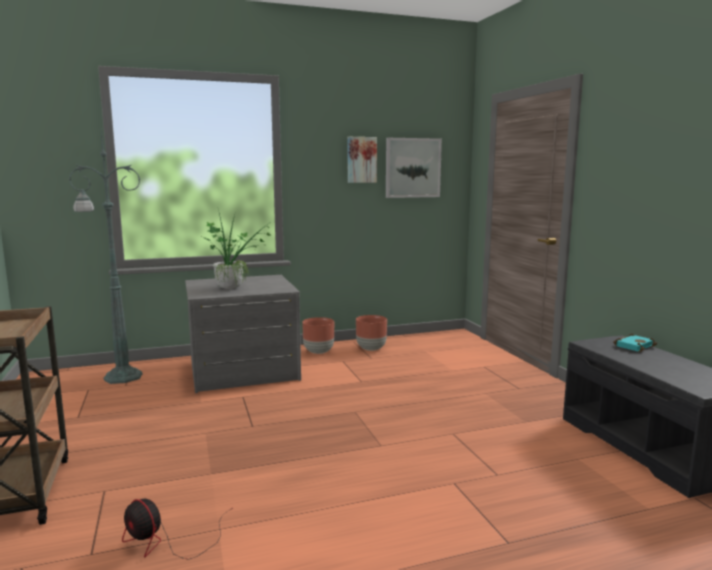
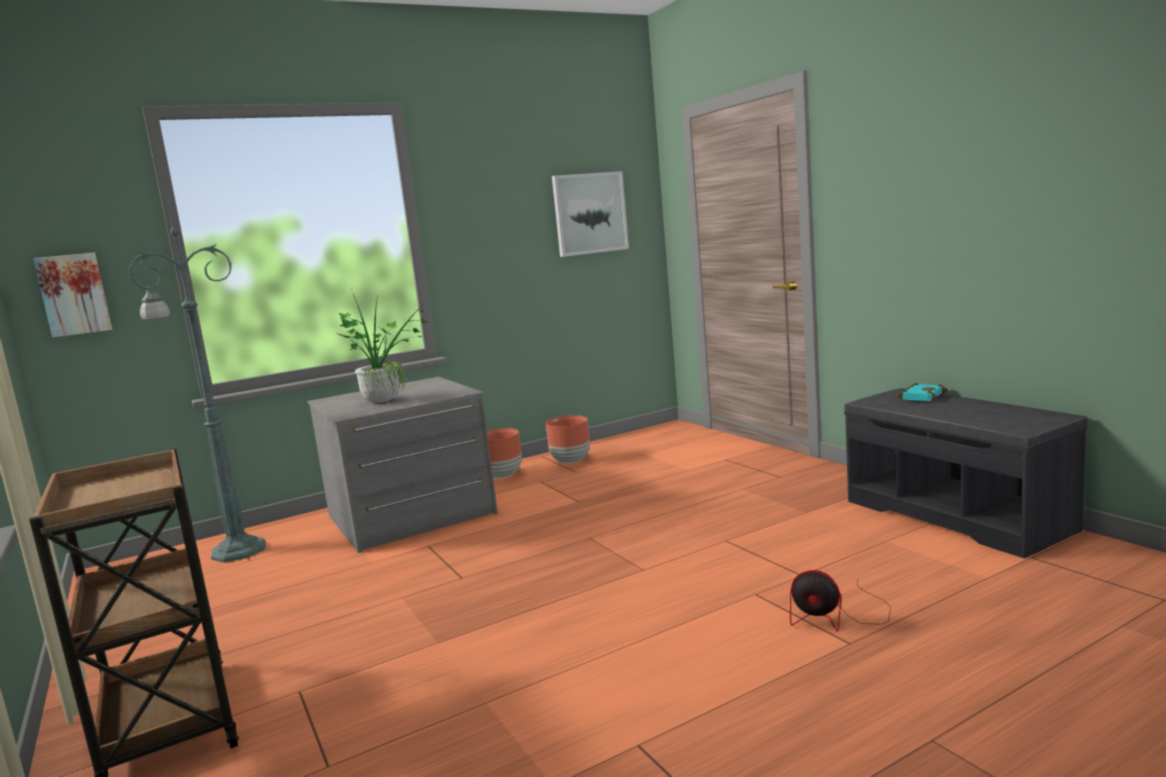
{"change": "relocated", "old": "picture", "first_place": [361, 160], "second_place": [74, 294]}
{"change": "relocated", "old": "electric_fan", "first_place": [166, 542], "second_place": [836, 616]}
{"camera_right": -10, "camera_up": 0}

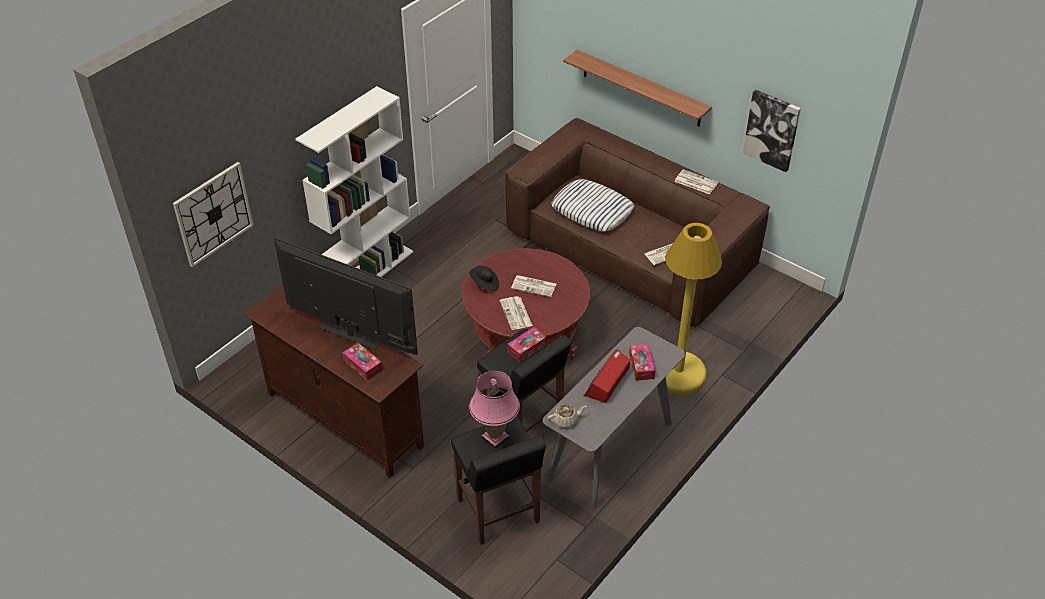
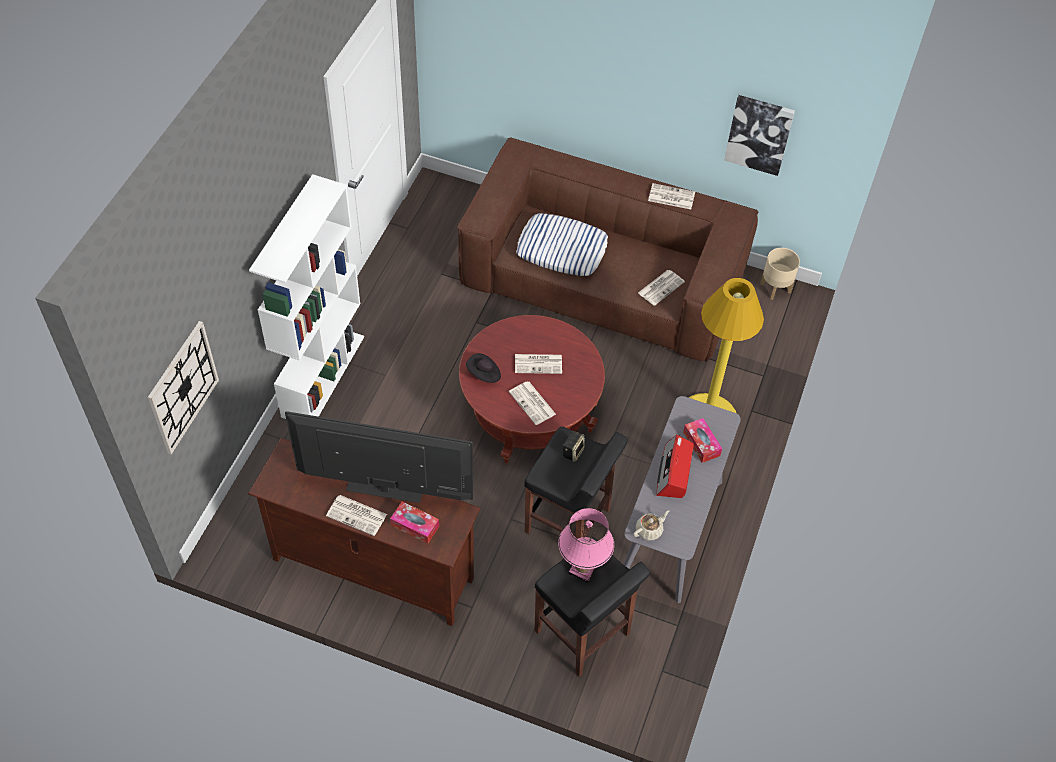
{"change": "appeared", "new": "printed_paper", "second_place": [357, 515]}
{"change": "exchanged", "old": "tissue_box", "new": "loudspeaker", "first_place": [527, 348], "second_place": [573, 451]}
{"change": "appeared", "new": "beige_flower_pot", "second_place": [775, 288]}
{"change": "missing", "old": "wall_shelf", "first_place": [641, 89]}
{"camera_right": -20, "camera_up": 10}

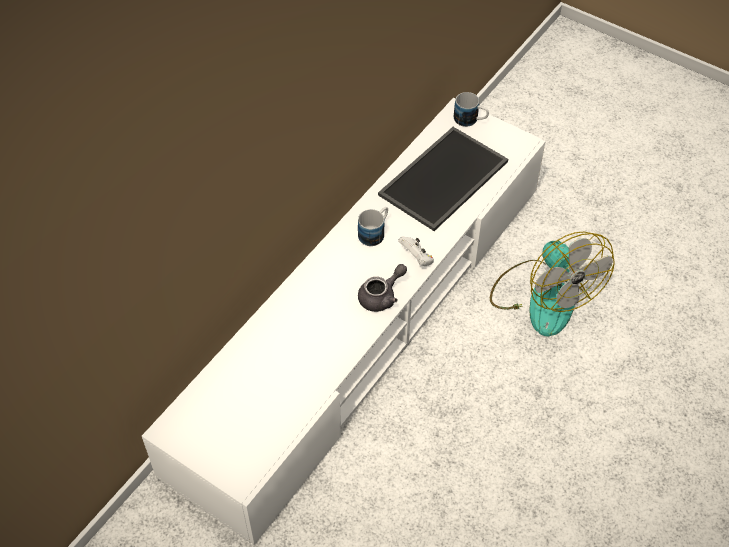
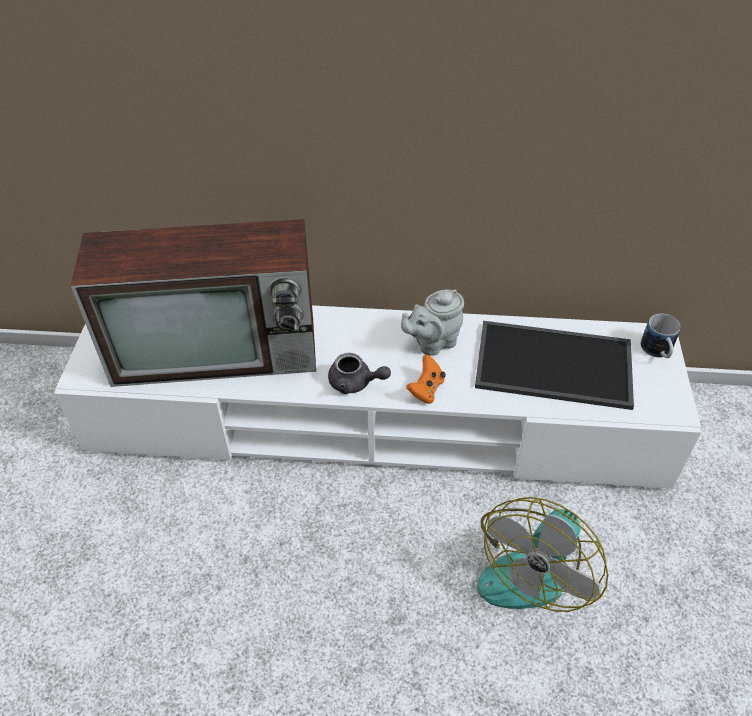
{"change": "appeared", "new": "television", "second_place": [220, 351]}
{"change": "exchanged", "old": "tea_mug", "new": "gray_pot_for_tea", "first_place": [375, 232], "second_place": [432, 343]}
{"change": "colour", "old": "whitish_gamepad", "new": "orange-coloured_gamepad", "first_place": [417, 258], "second_place": [426, 389]}
{"camera_right": 60, "camera_up": -5}

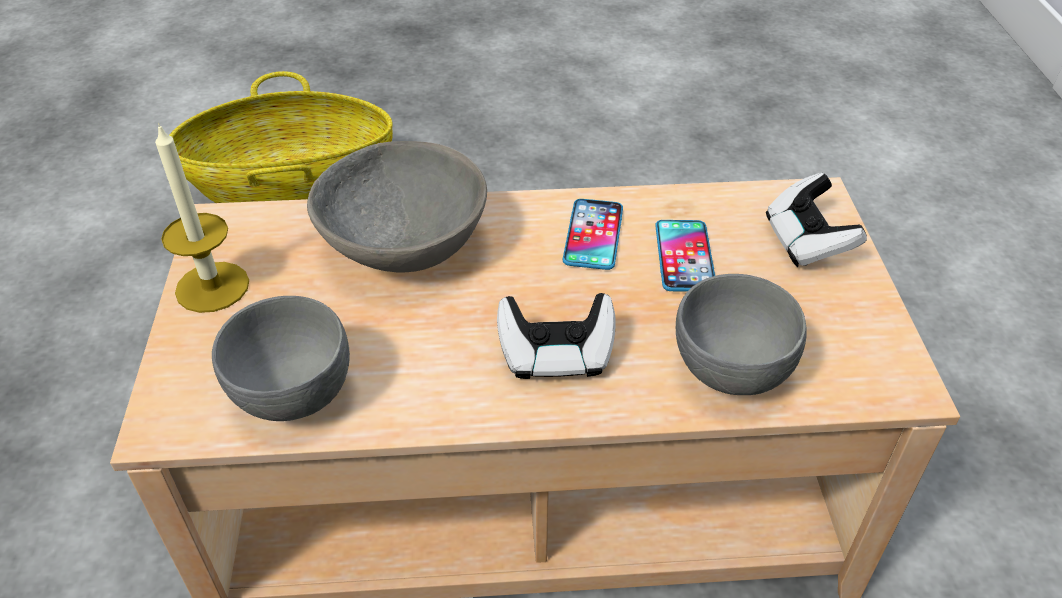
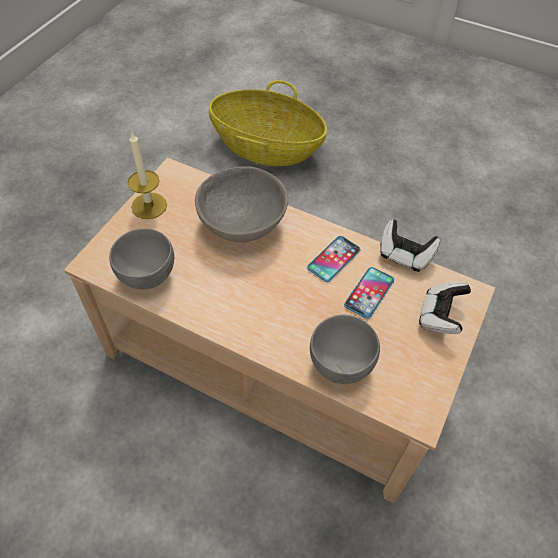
{"change": "relocated", "old": "gamepad", "first_place": [556, 356], "second_place": [405, 255]}
{"camera_right": 30, "camera_up": 10}

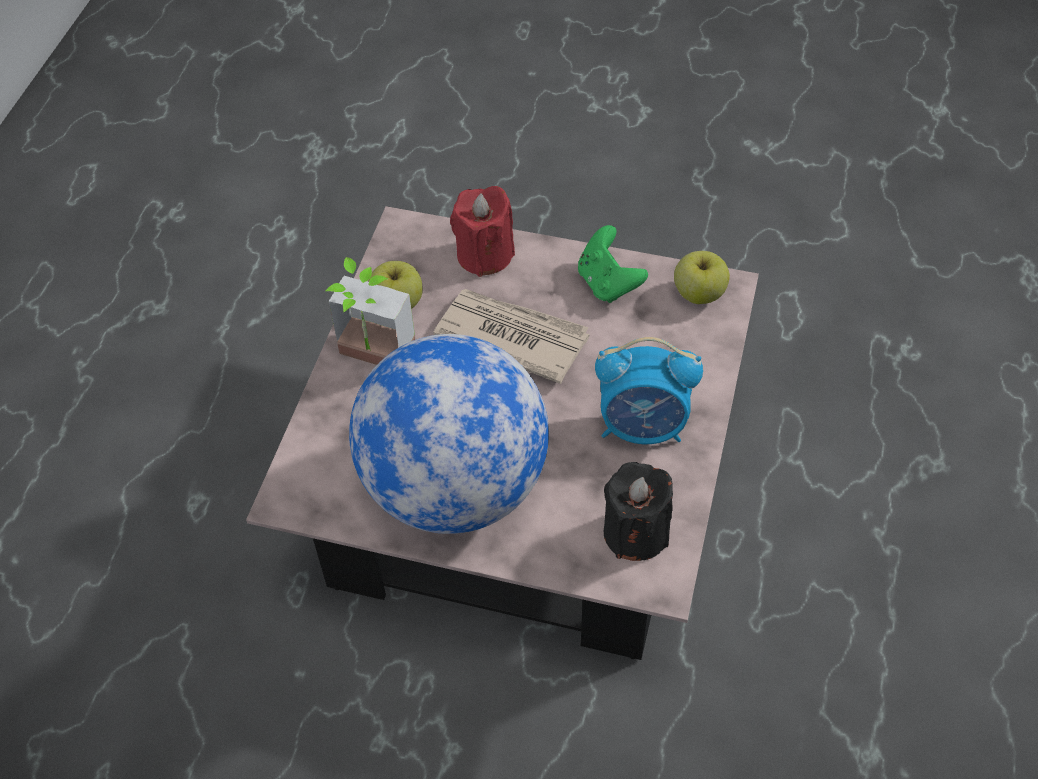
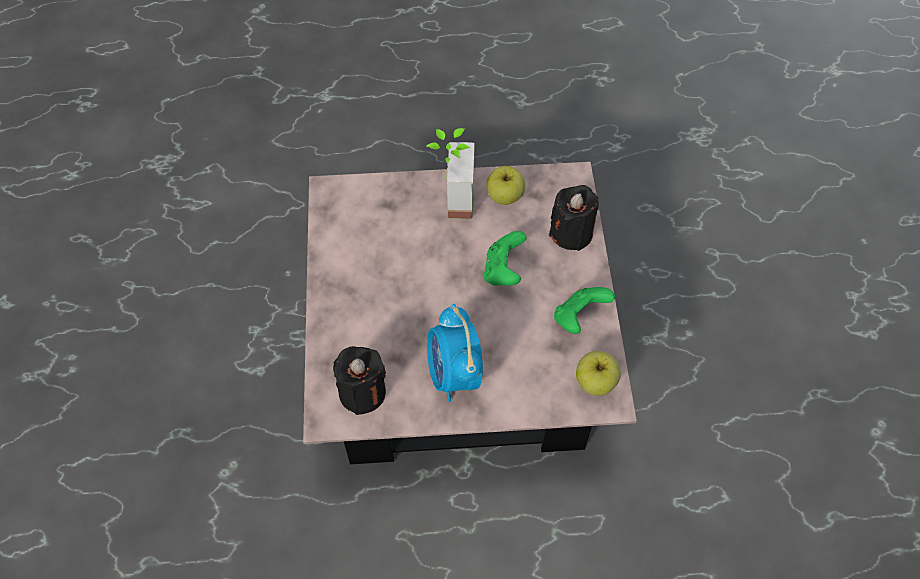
{"change": "exchanged", "old": "printed_paper", "new": "green_gamepad", "first_place": [511, 336], "second_place": [503, 271]}
{"change": "colour", "old": "reddish_wax_candle", "new": "black_wax_candle", "first_place": [484, 255], "second_place": [571, 233]}
{"change": "missing", "old": "world_globe", "first_place": [455, 487]}
{"camera_right": 70, "camera_up": 5}

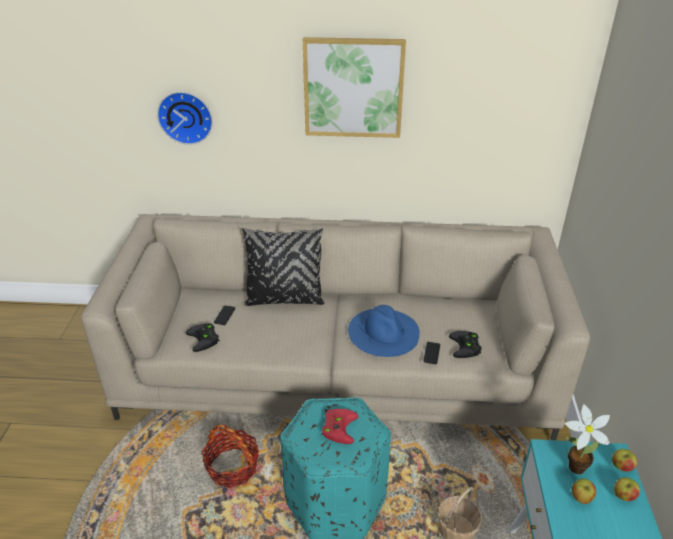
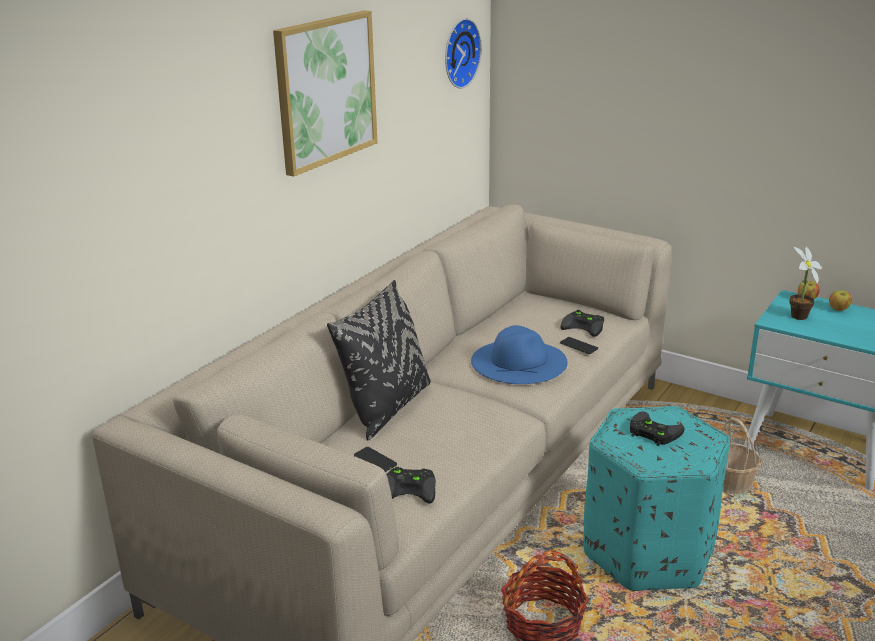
{"change": "relocated", "old": "hanging_clock", "first_place": [186, 116], "second_place": [458, 53]}
{"change": "colour", "old": "reddish_gamepad", "new": "black_gamepad", "first_place": [338, 426], "second_place": [652, 432]}
{"change": "missing", "old": "apple_fruit", "first_place": [581, 498]}
{"camera_right": -60, "camera_up": -10}

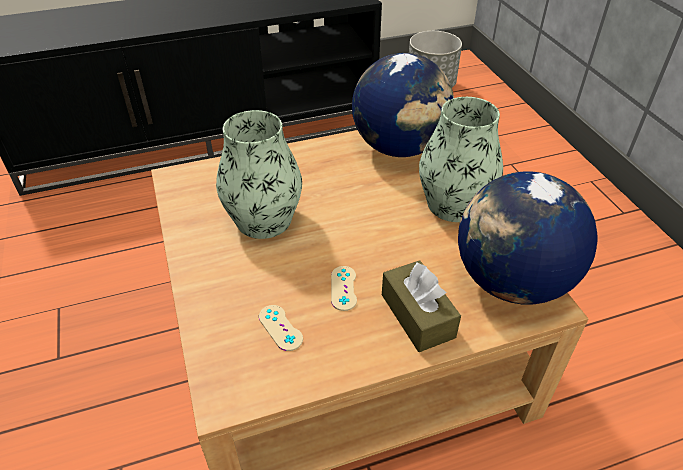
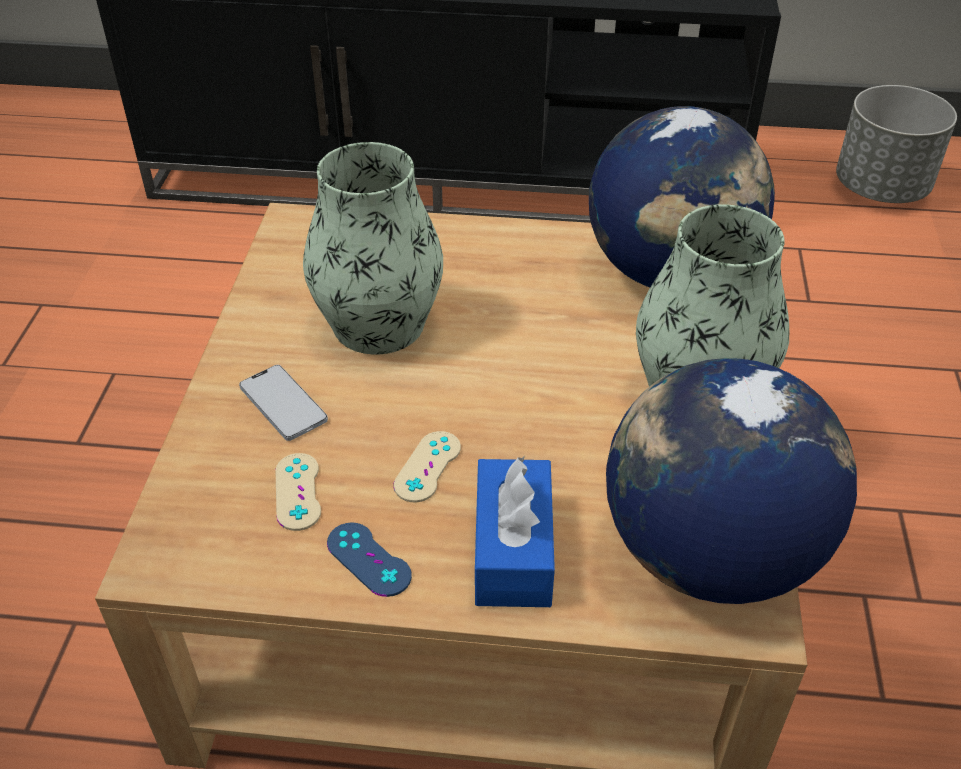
{"change": "appeared", "new": "handset", "second_place": [283, 404]}
{"change": "appeared", "new": "blue-coloured_gamepad", "second_place": [369, 559]}
{"change": "colour", "old": "brown_tissue_box", "new": "blue-coloured_tissue_box", "first_place": [417, 315], "second_place": [513, 550]}
{"camera_right": 25, "camera_up": 0}

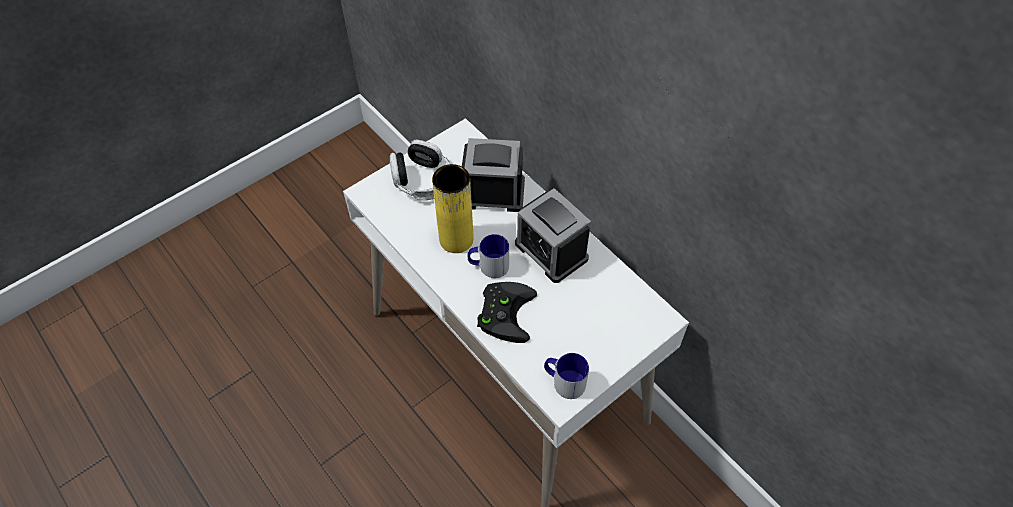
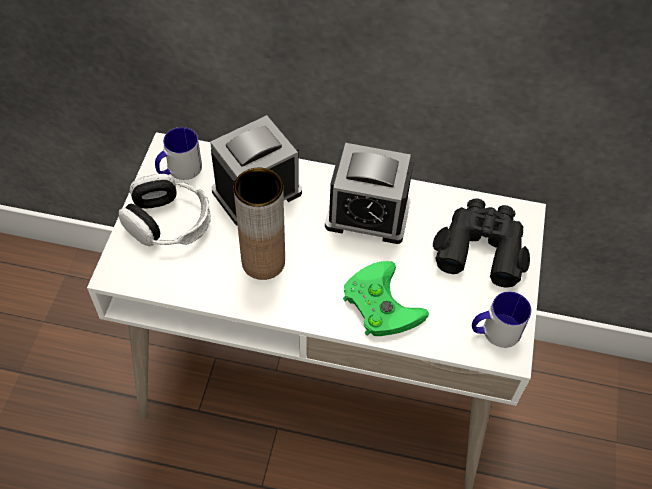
{"change": "relocated", "old": "tea_mug", "first_place": [488, 266], "second_place": [179, 170]}
{"change": "colour", "old": "yellow-coloured_flower_vase", "new": "brown_flower_vase", "first_place": [456, 239], "second_place": [263, 262]}
{"change": "colour", "old": "black_gamepad", "new": "green_gamepad", "first_place": [504, 311], "second_place": [378, 303]}
{"change": "appeared", "new": "black_field_glasses", "second_place": [481, 247]}
{"camera_right": -40, "camera_up": 0}

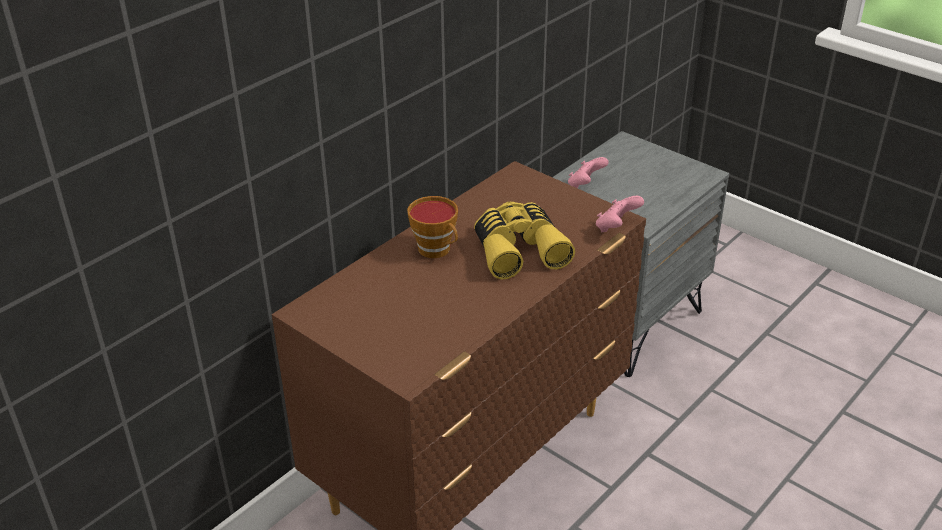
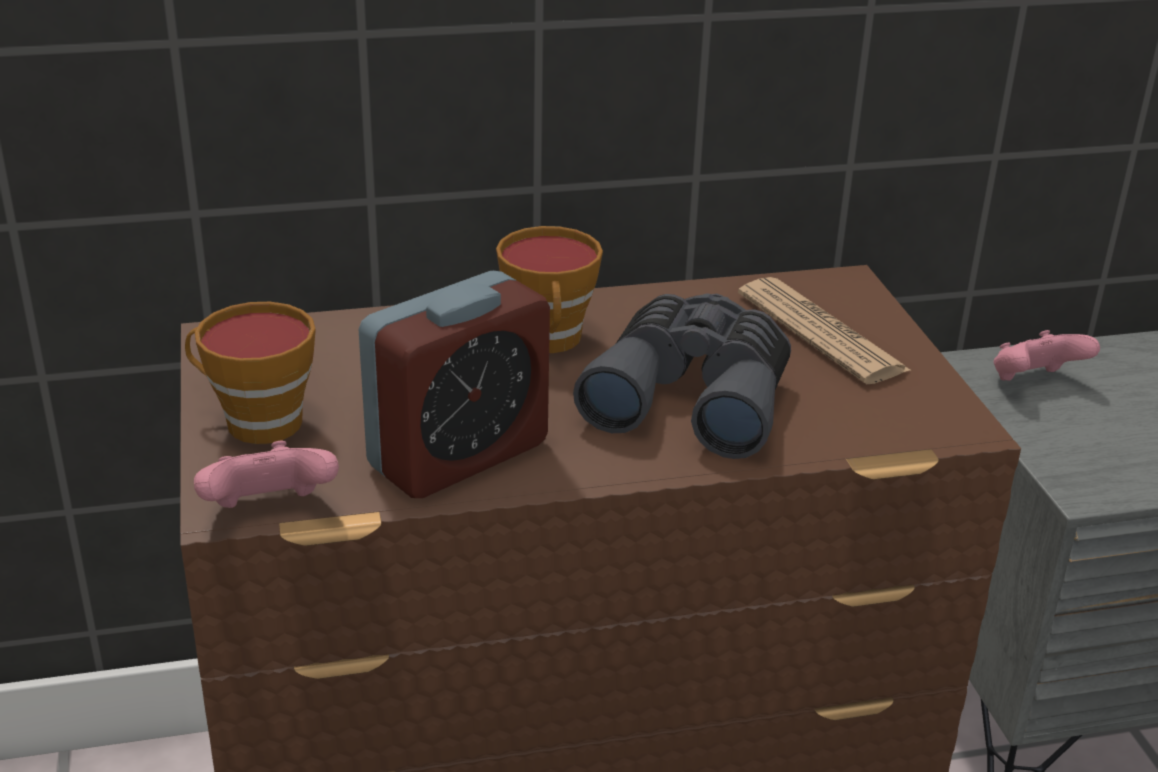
{"change": "appeared", "new": "drinking_cup", "second_place": [255, 422]}
{"change": "relocated", "old": "pink_gamepad", "first_place": [616, 227], "second_place": [269, 511]}
{"change": "appeared", "new": "bedside_clock", "second_place": [458, 455]}
{"change": "colour", "old": "yellow-coloured_field_glasses", "new": "gray_field_glasses", "first_place": [518, 249], "second_place": [692, 396]}
{"change": "appeared", "new": "printed_paper", "second_place": [821, 332]}
{"camera_right": 35, "camera_up": -5}

